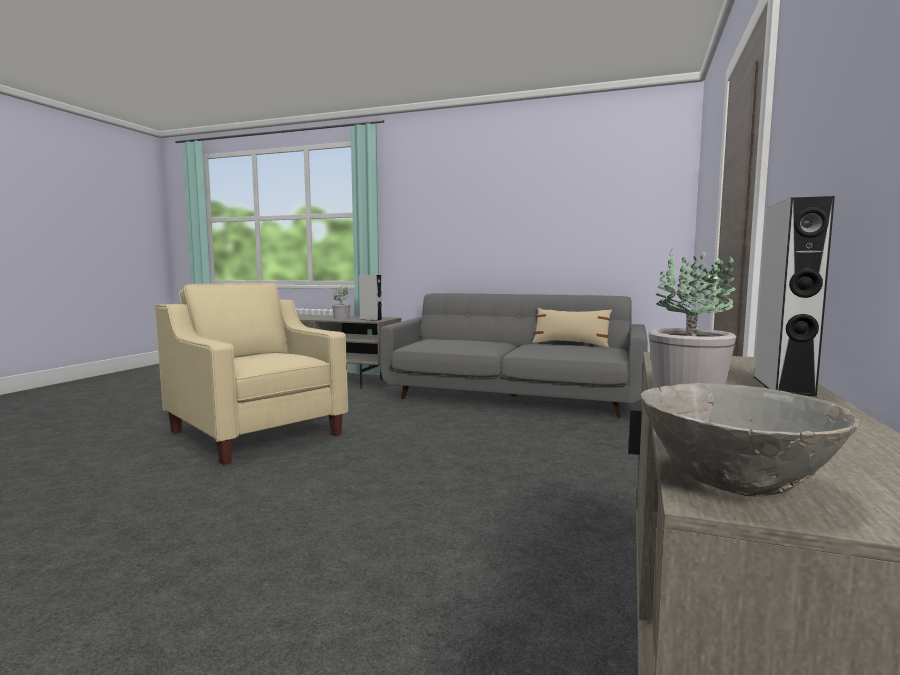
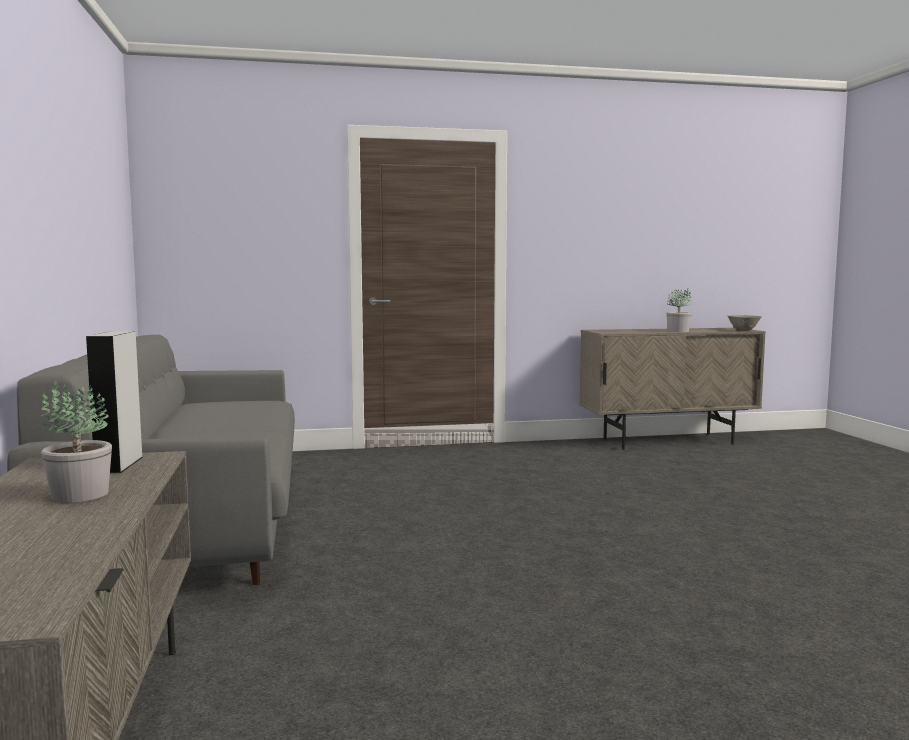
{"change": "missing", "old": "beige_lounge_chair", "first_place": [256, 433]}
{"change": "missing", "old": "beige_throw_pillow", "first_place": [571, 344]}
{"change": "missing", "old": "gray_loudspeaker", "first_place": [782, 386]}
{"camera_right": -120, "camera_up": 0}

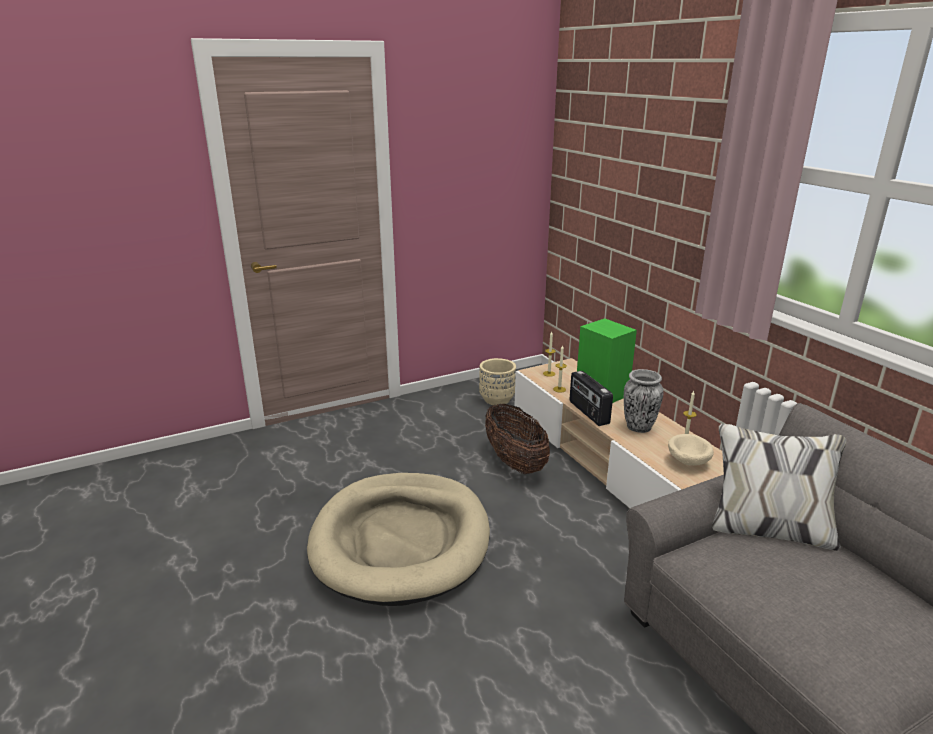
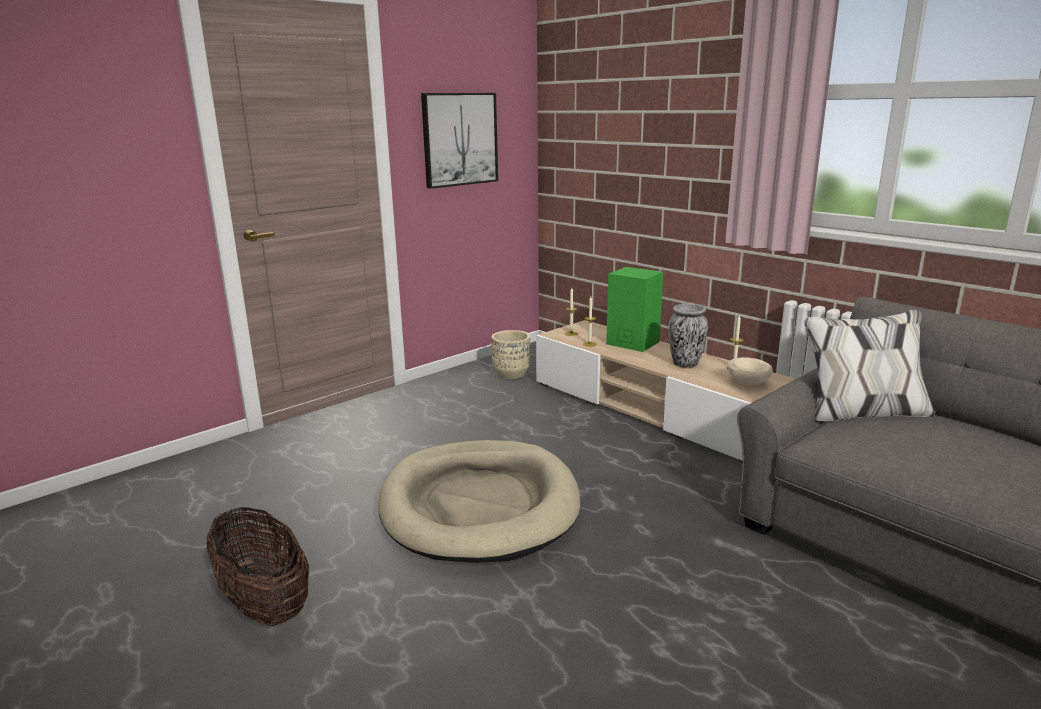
{"change": "relocated", "old": "basket", "first_place": [515, 462], "second_place": [264, 603]}
{"change": "appeared", "new": "picture", "second_place": [459, 139]}
{"change": "missing", "old": "radio", "first_place": [588, 413]}
{"camera_right": -15, "camera_up": -5}

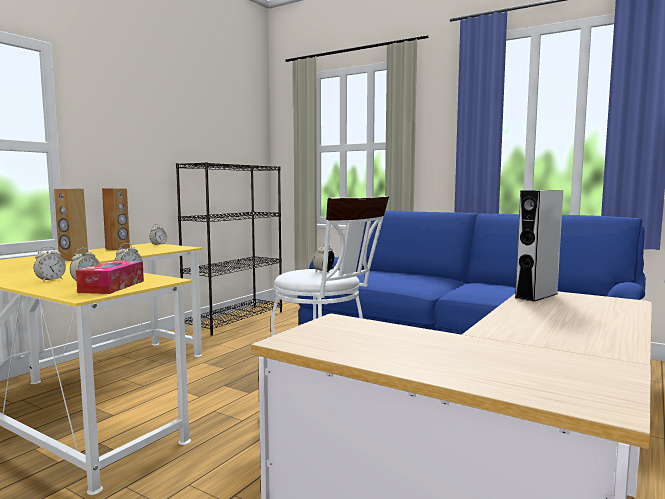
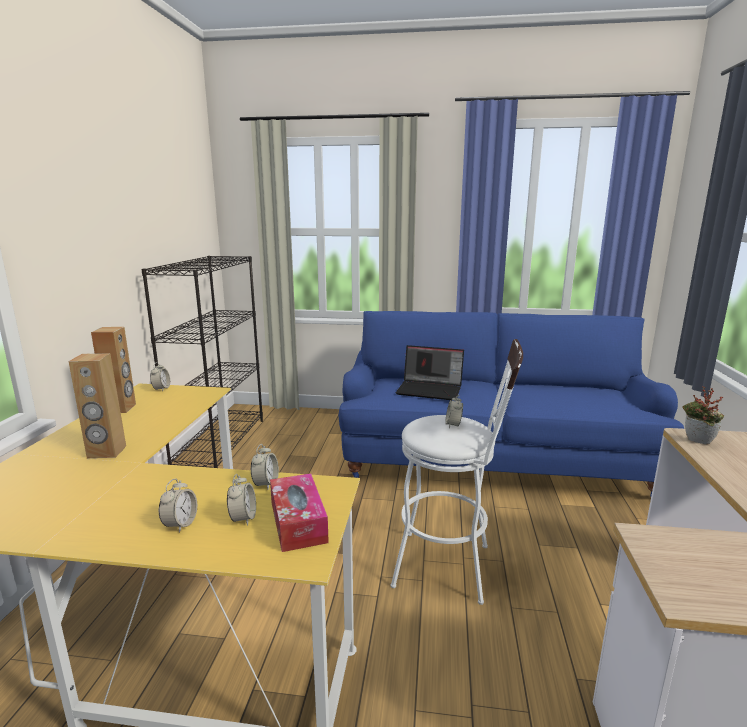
{"change": "appeared", "new": "laptop", "second_place": [430, 390]}
{"change": "exchanged", "old": "gray_loudspeaker", "new": "houseplant", "first_place": [536, 295], "second_place": [696, 442]}
{"camera_right": -25, "camera_up": 10}

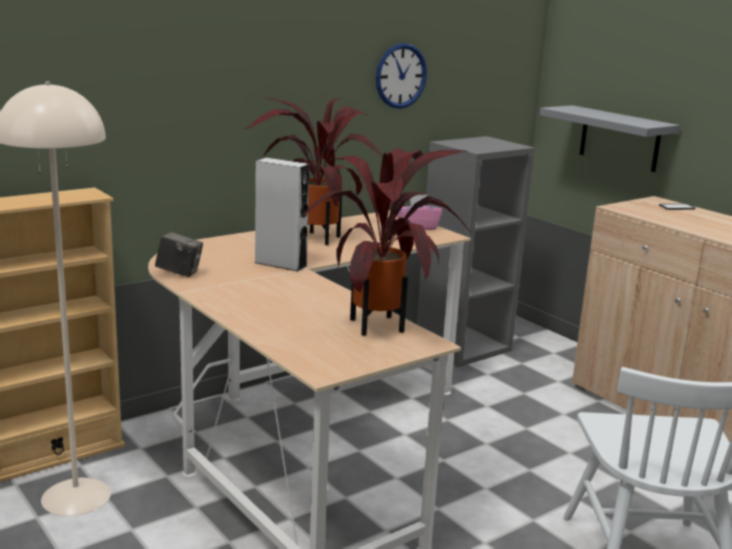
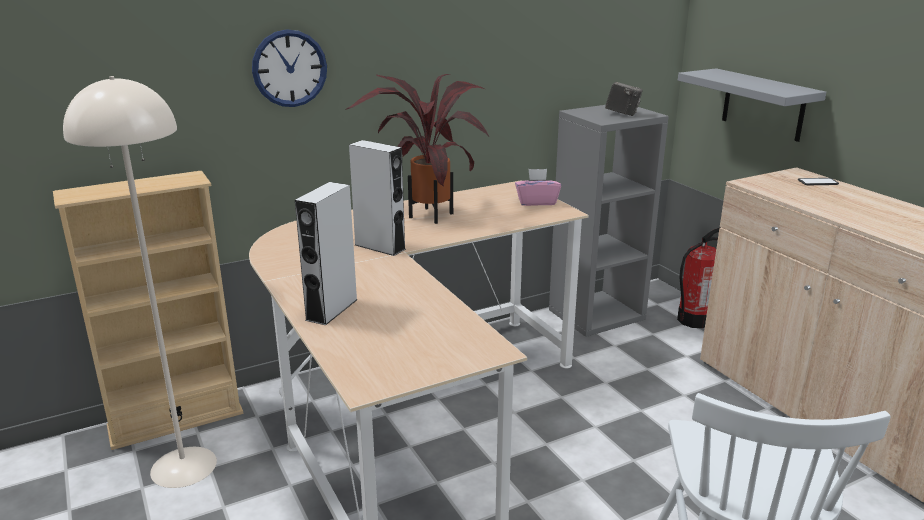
{"change": "relocated", "old": "hanging_clock", "first_place": [401, 76], "second_place": [289, 68]}
{"change": "appeared", "new": "gray_loudspeaker", "second_place": [332, 309]}
{"change": "relocated", "old": "photo_camera", "first_place": [179, 273], "second_place": [622, 114]}
{"change": "appeared", "new": "fire-fighting_cylinder", "second_place": [693, 320]}
{"change": "missing", "old": "houseplant", "first_place": [383, 326]}
{"camera_right": 10, "camera_up": 5}

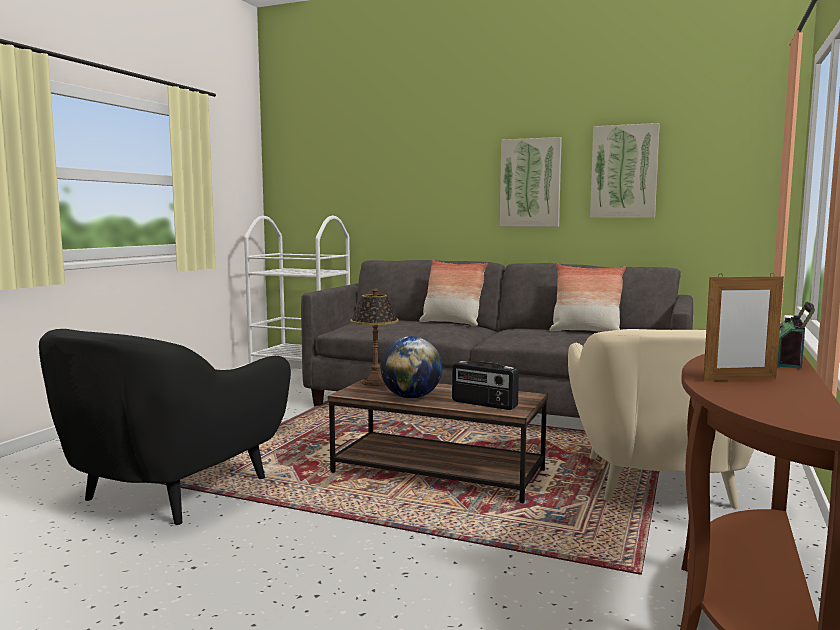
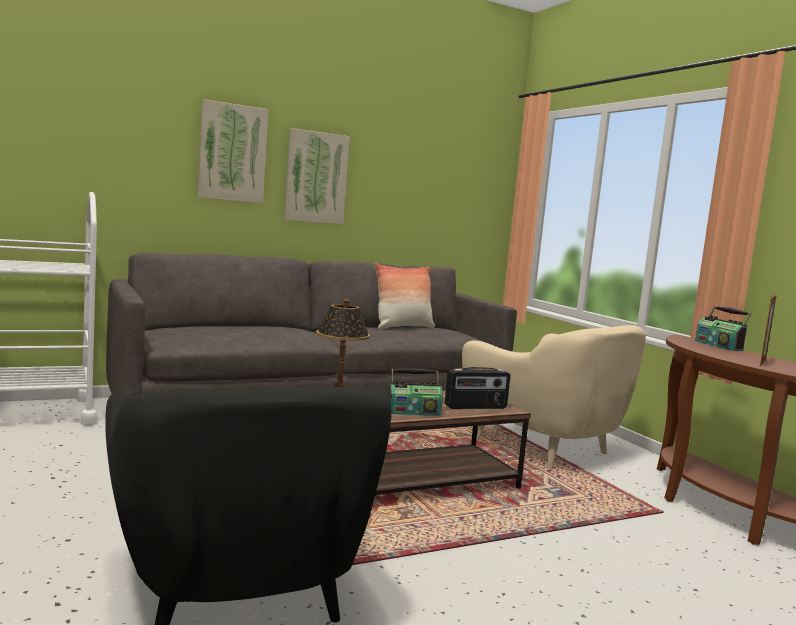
{"change": "relocated", "old": "picture", "first_place": [624, 172], "second_place": [232, 153]}
{"change": "exchanged", "old": "world_globe", "new": "radio", "first_place": [411, 397], "second_place": [413, 412]}
{"change": "missing", "old": "throw_pillow", "first_place": [451, 323]}
{"camera_right": -50, "camera_up": 0}

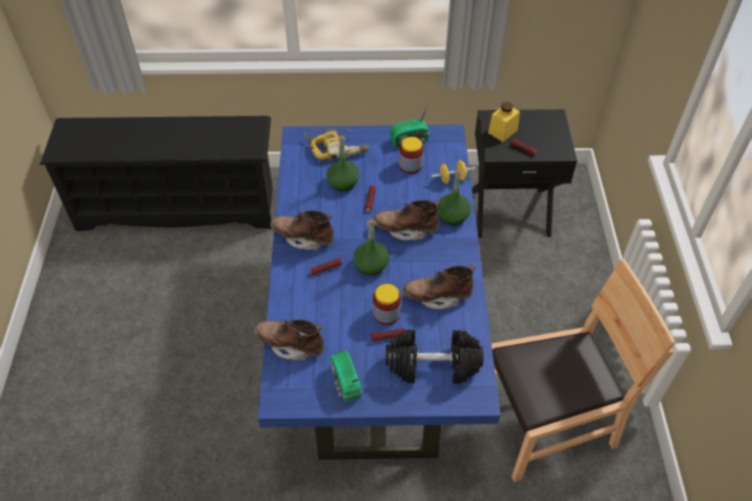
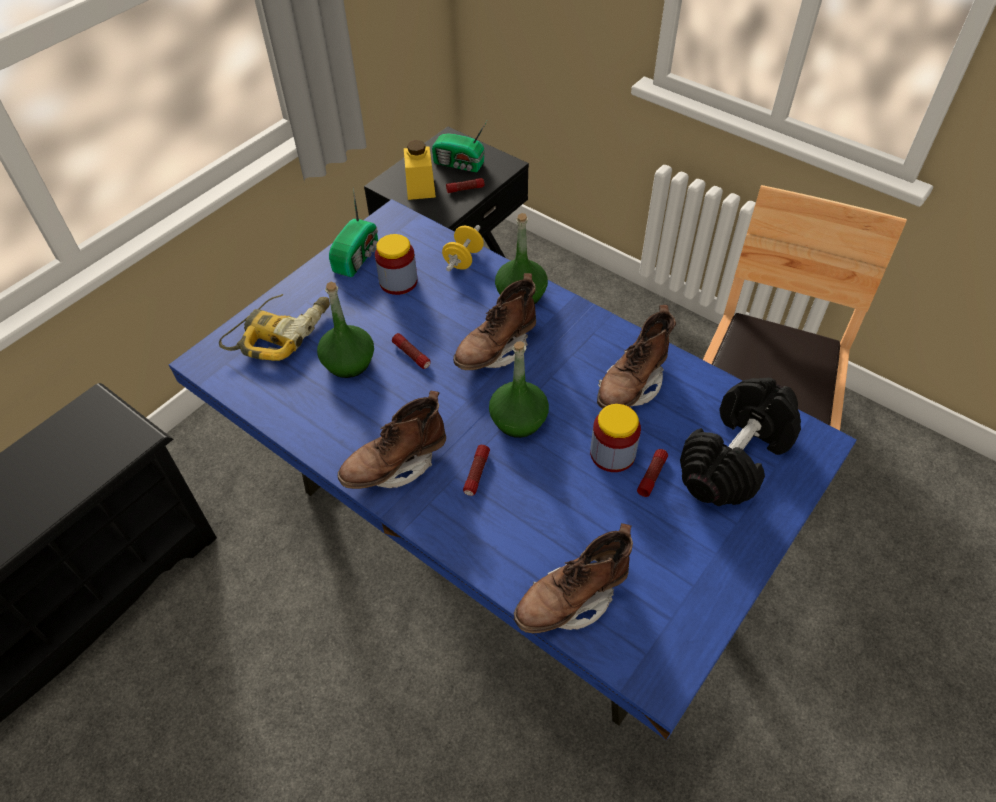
{"change": "relocated", "old": "radio", "first_place": [345, 383], "second_place": [460, 164]}
{"camera_right": -50, "camera_up": 0}

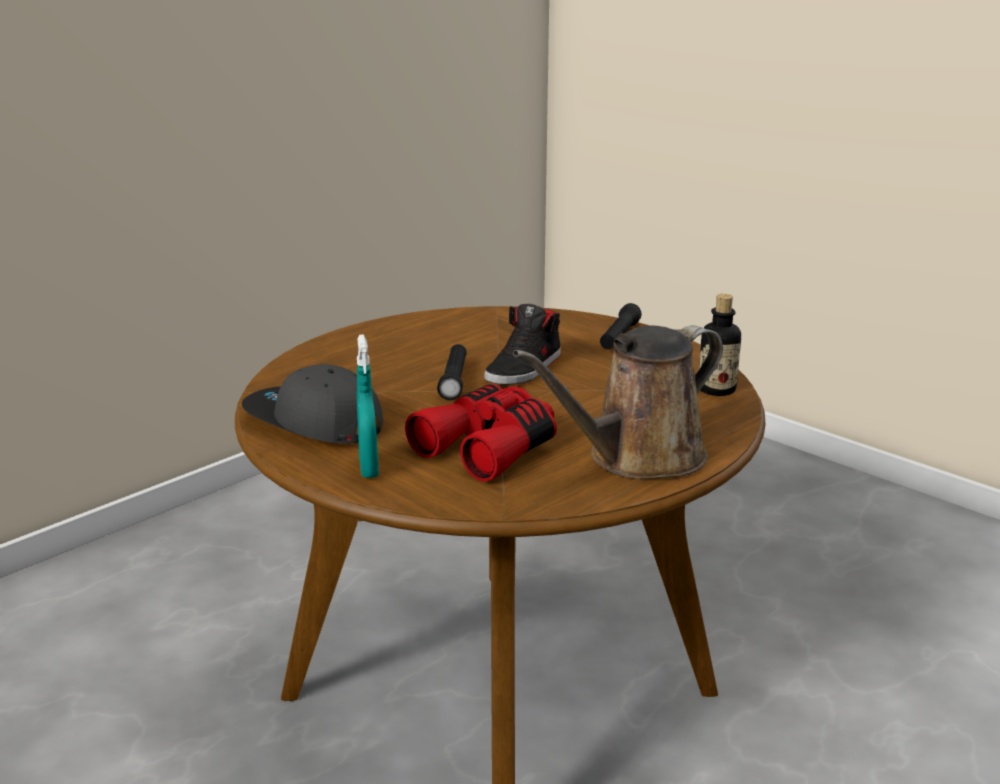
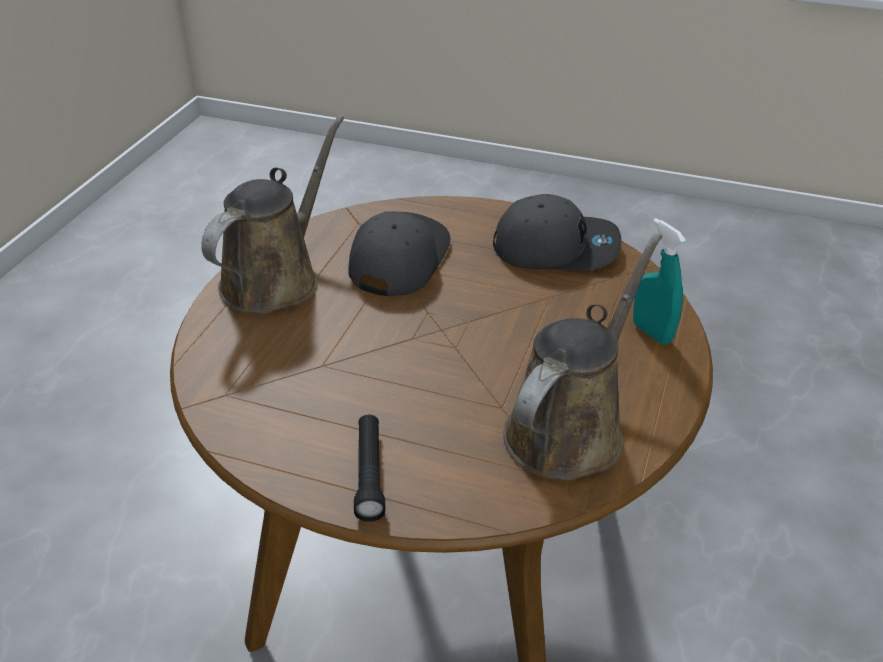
{"change": "exchanged", "old": "reddish_field_glasses", "new": "gray_baseball_cap", "first_place": [490, 448], "second_place": [397, 259]}
{"change": "appeared", "new": "brown_watering_can", "second_place": [570, 428]}
{"change": "relocated", "old": "turquoise-coloured_hand_sprayer", "first_place": [369, 468], "second_place": [652, 333]}
{"change": "missing", "old": "black_flashlight", "first_place": [454, 380]}
{"change": "missing", "old": "black_low_shoe", "first_place": [525, 369]}
{"change": "missing", "old": "bottle", "first_place": [716, 389]}
{"camera_right": 155, "camera_up": 15}

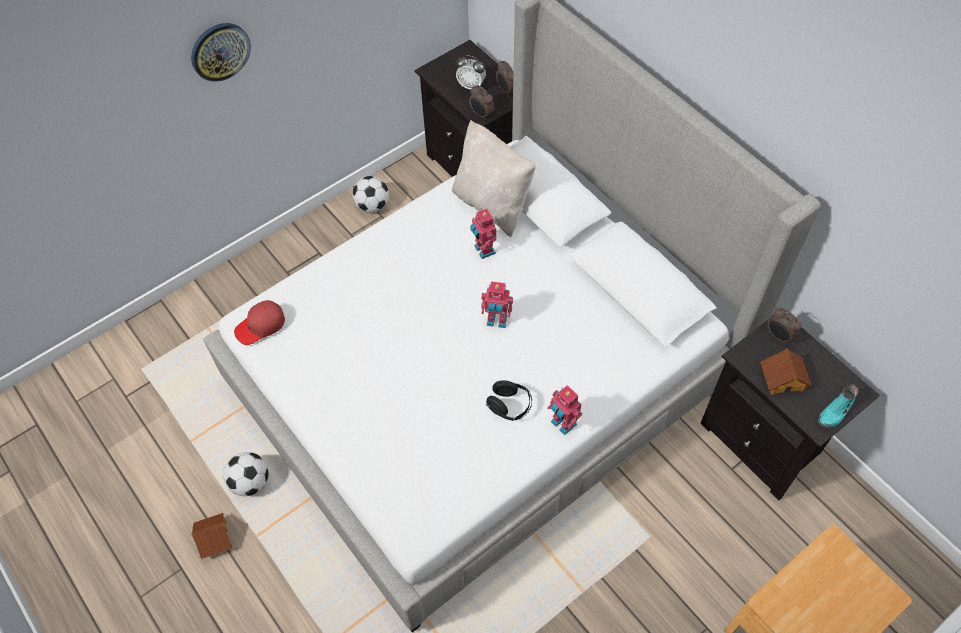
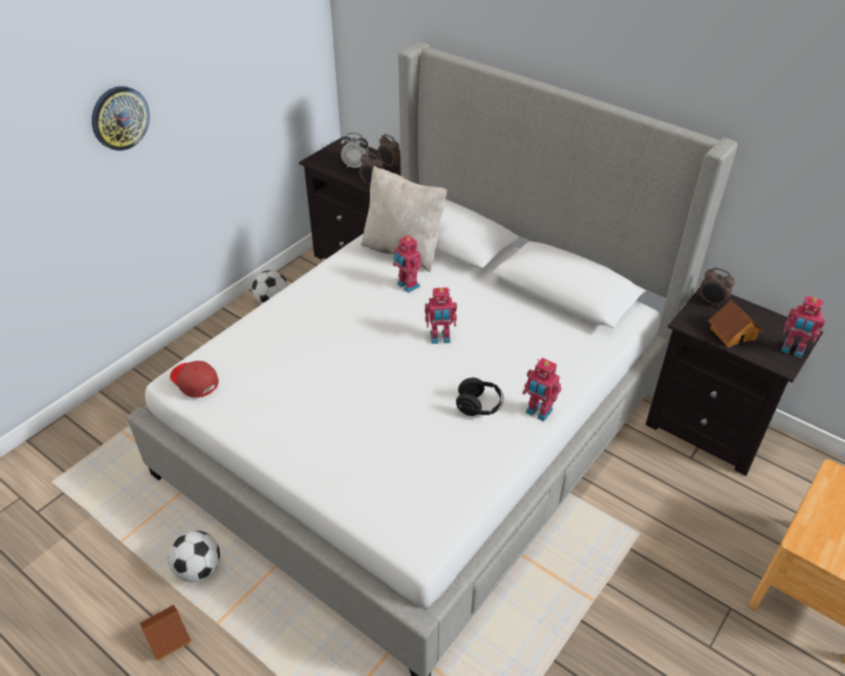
{"change": "spun", "old": "reddish_baseball_cap", "first_place": [261, 326], "second_place": [194, 381], "degrees": 90}
{"change": "exchanged", "old": "turquoise-coloured_low_shoe", "new": "robot_figure", "first_place": [836, 411], "second_place": [792, 350]}
{"camera_right": -15, "camera_up": -15}

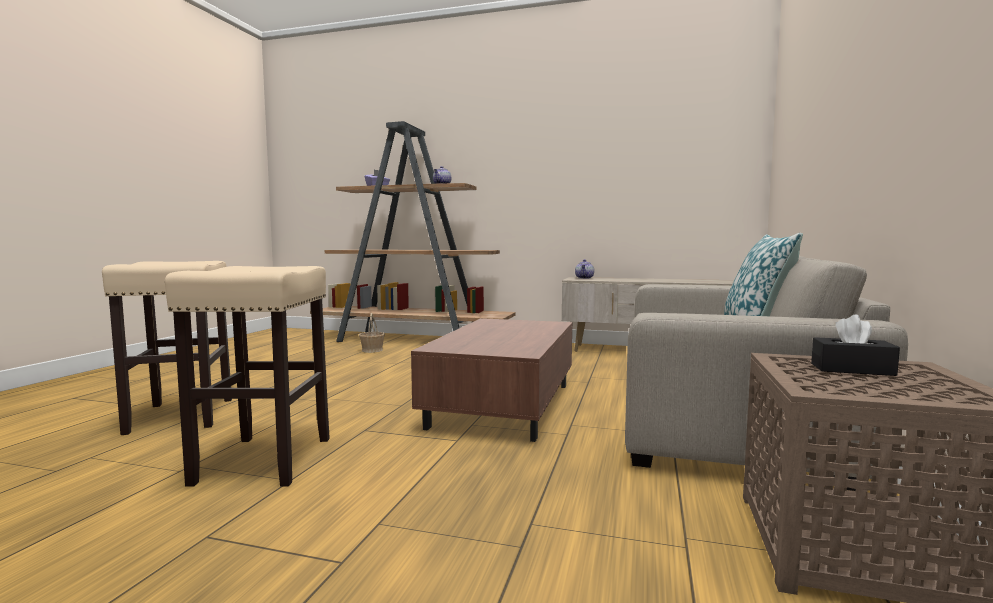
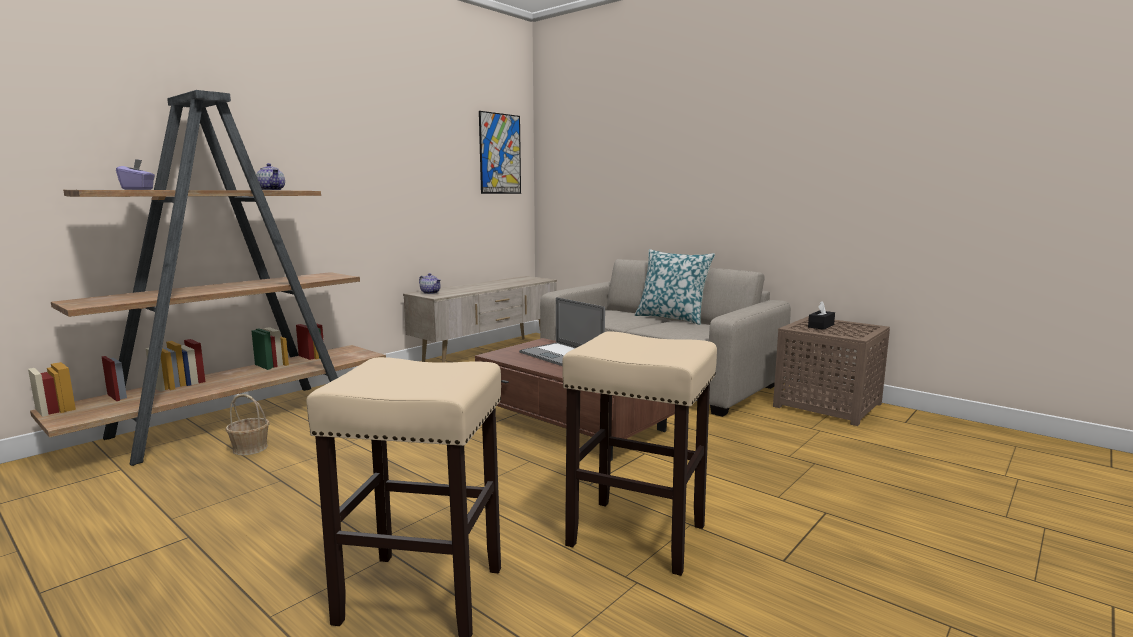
{"change": "appeared", "new": "picture", "second_place": [500, 154]}
{"change": "appeared", "new": "laptop", "second_place": [561, 355]}
{"camera_right": -65, "camera_up": 5}

